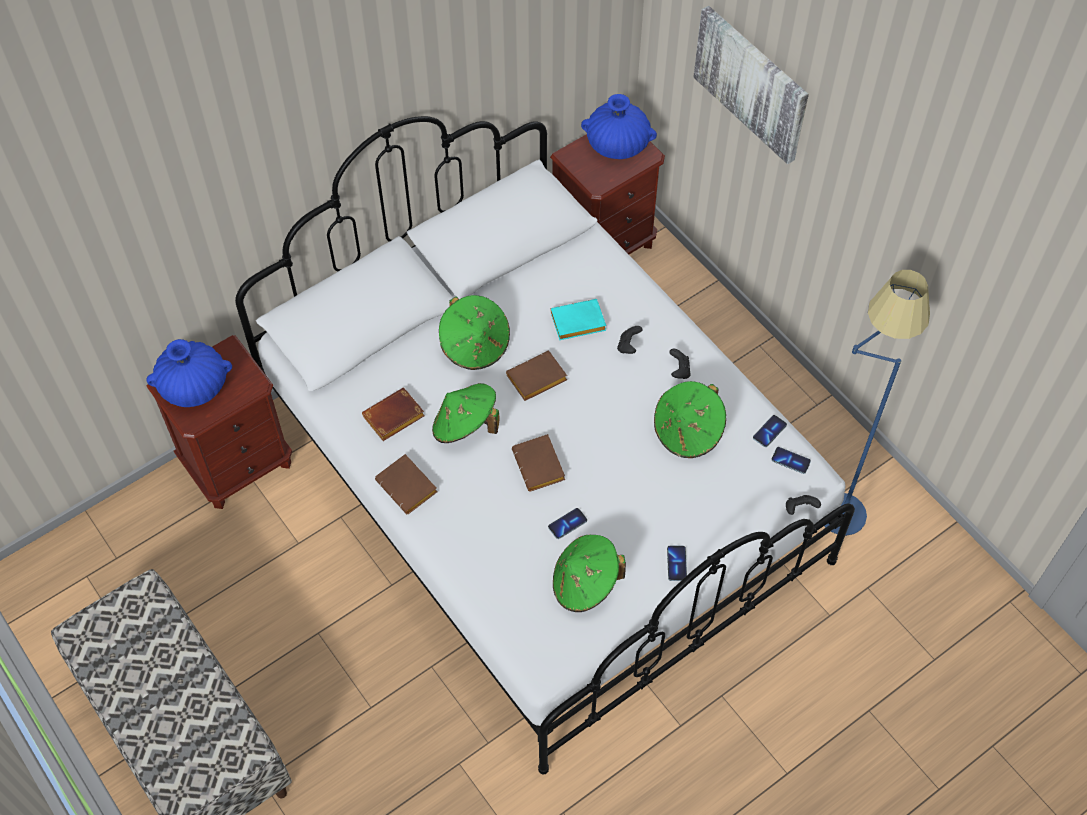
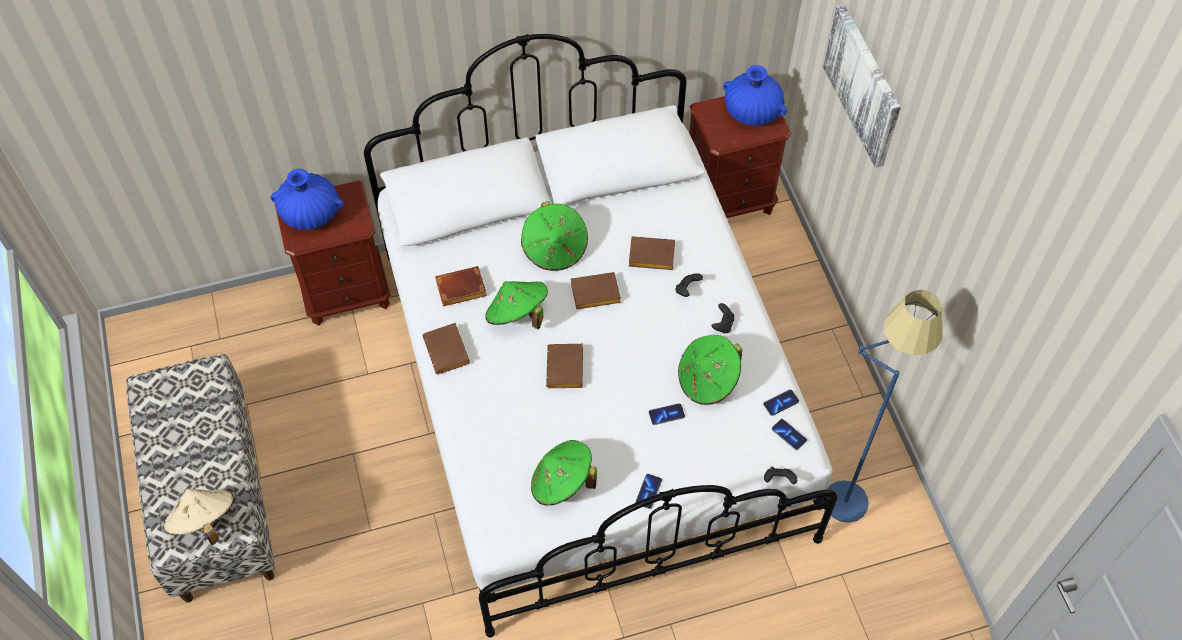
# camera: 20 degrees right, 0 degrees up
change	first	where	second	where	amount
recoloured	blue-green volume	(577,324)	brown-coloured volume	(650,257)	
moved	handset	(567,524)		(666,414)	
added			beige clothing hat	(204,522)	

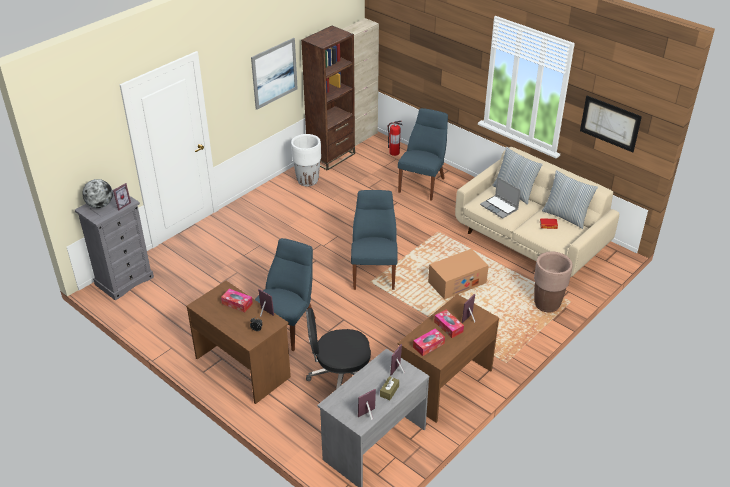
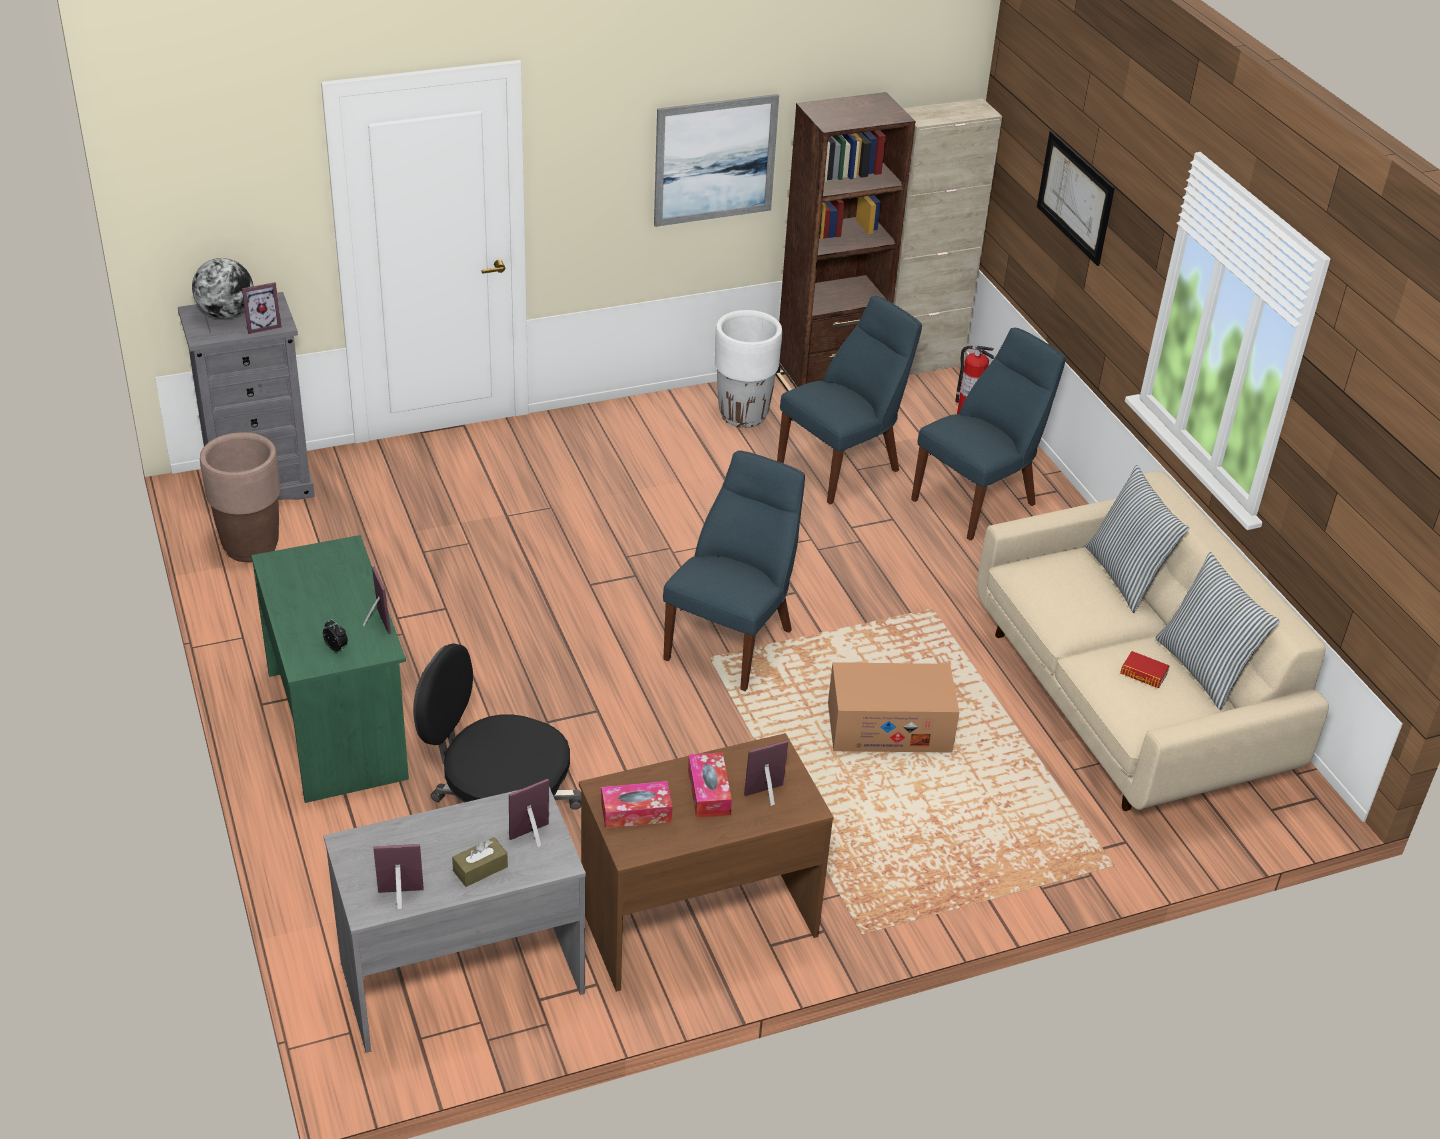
# camera: 25 degrees right, 0 degrees up
change	first	where	second	where	amount
moved	wall picture	(610,123)		(1075,197)	
removed	laptop	(499,207)			
moved	blue-coloured plain chair	(288,326)		(843,466)	
moved	brown-coloured planter	(547,304)		(251,547)	
recoloured	brown-coloured desk table	(243,366)	green-coloured desk table	(339,724)	
removed	tissue box	(237,303)			

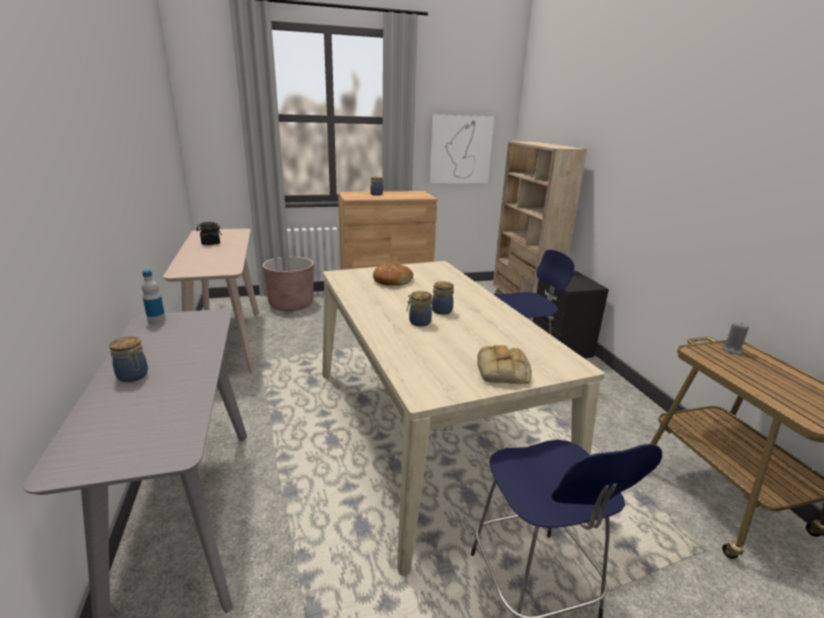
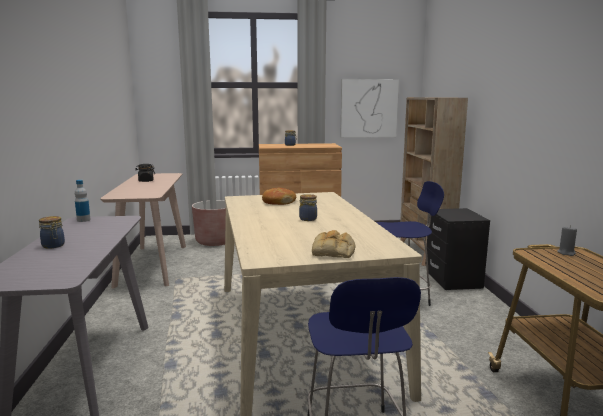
# camera: 10 degrees right, 10 degrees down
change	first	where	second	where	amount
removed	preserve jar	(418,322)			

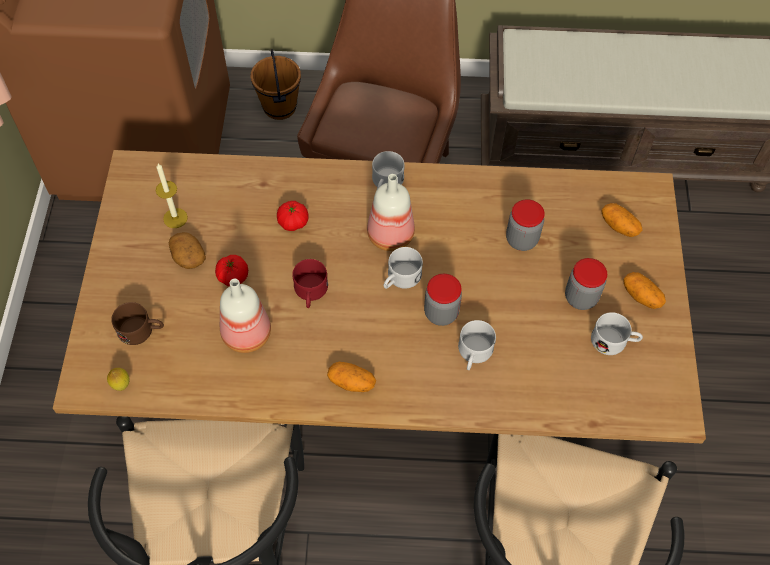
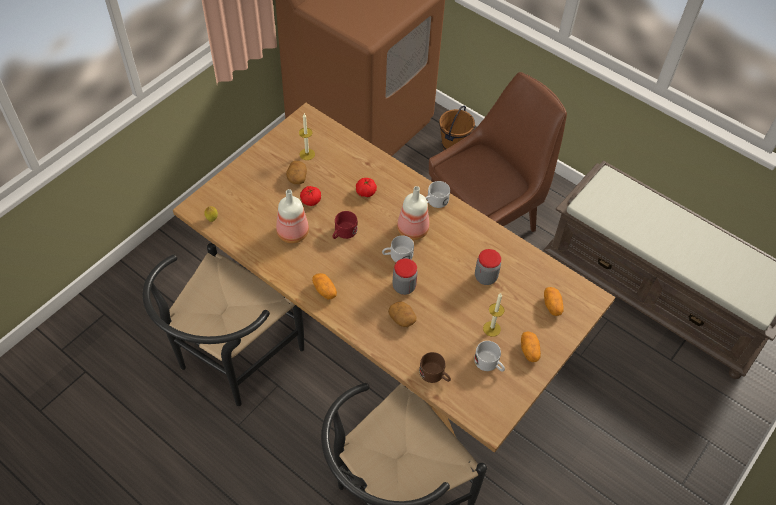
# camera: 35 degrees right, 5 degrees down
change	first	where	second	where	amount
replaced	preserve jar	(581,297)	candle	(491,328)	
moved	brown-coloured coffee mug	(142,331)		(435,375)	
replaced	white-coloured coffee mug	(473,354)	potato	(402,318)	

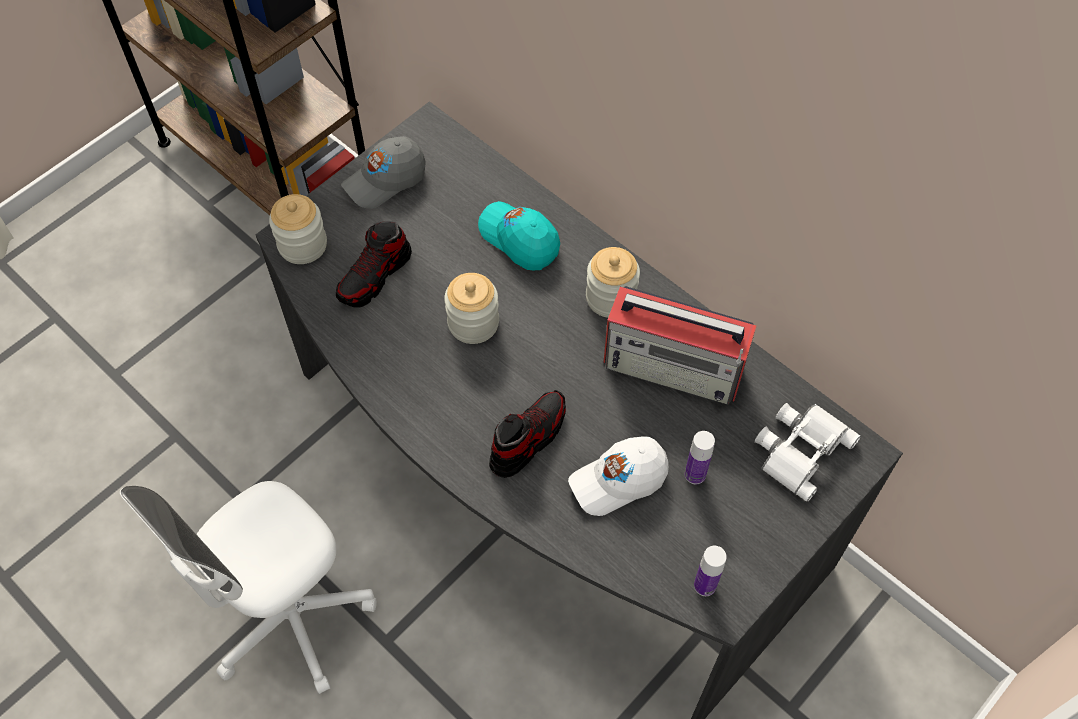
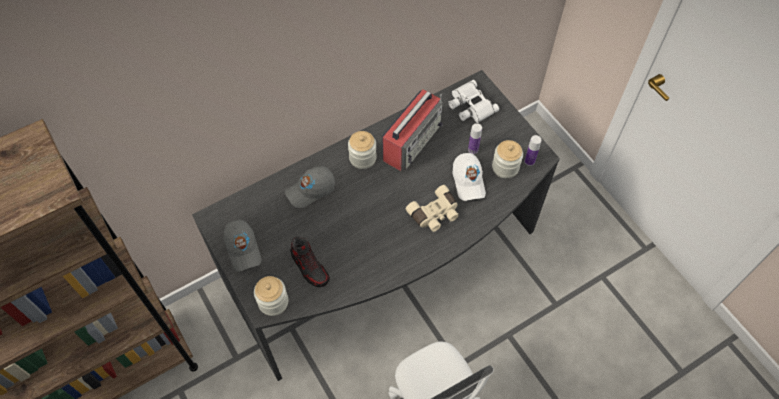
# camera: 75 degrees left, 0 degrees up
change	first	where	second	where	amount
recoloured	blue-green cap	(520,239)	gray cap	(311,190)	
moved	preserve jar	(473,323)		(505,167)	
replaced	item of footwear	(528,438)	beige binoculars	(435,214)	

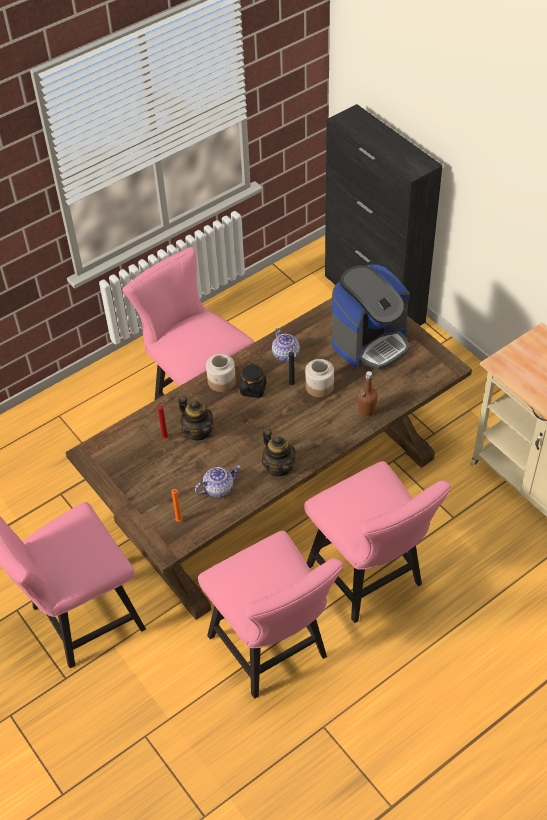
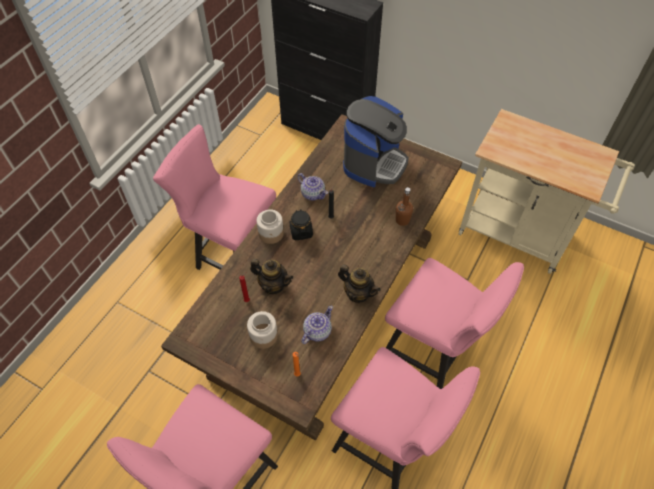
# camera: 25 degrees left, 5 degrees up
change	first	where	second	where	amount
moved	preserve jar	(320,386)		(264,335)	

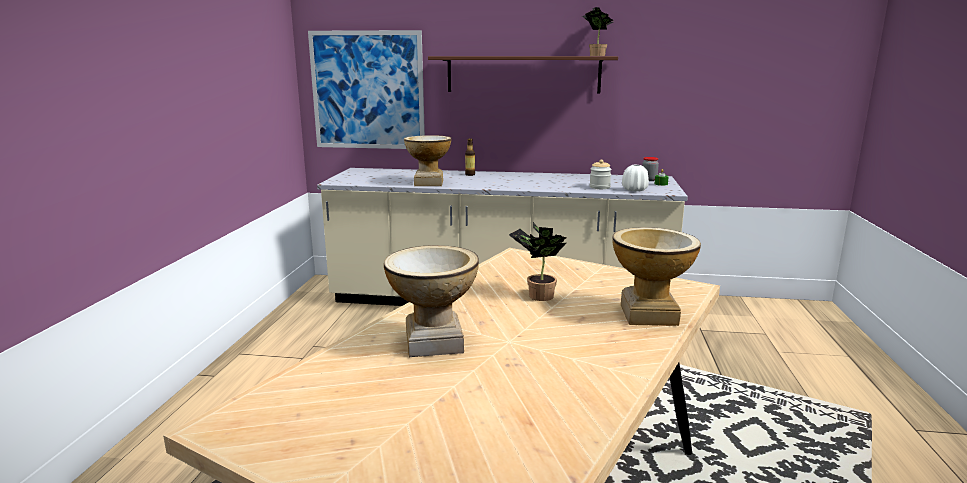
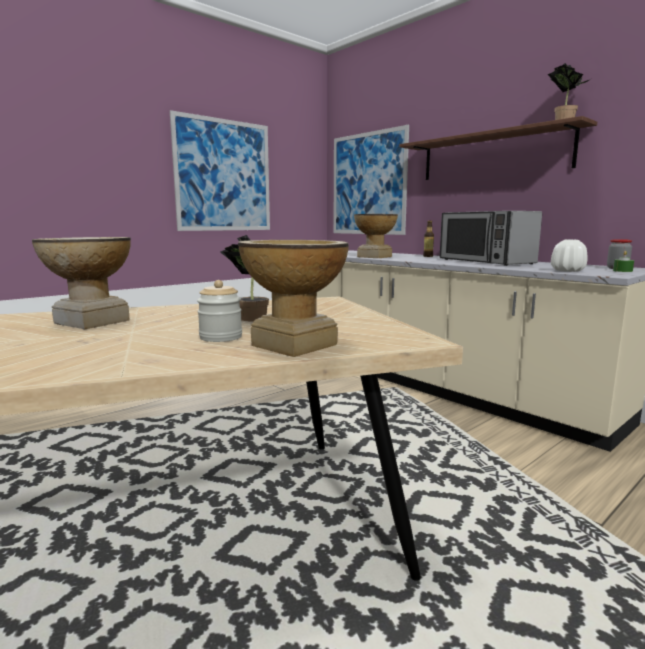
# camera: 40 degrees right, 5 degrees down
change	first	where	second	where	amount
moved	preserve jar	(599,187)		(221,337)	
added			wall picture	(224,176)	
added			kitchen microwave	(485,261)	

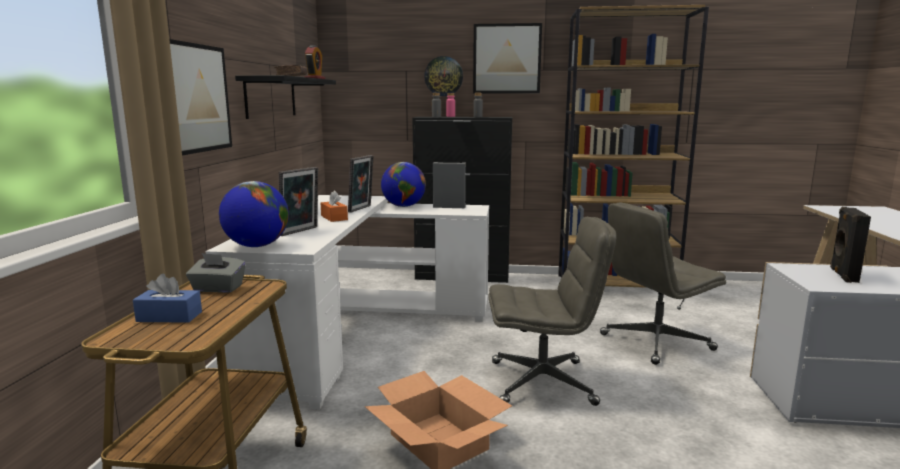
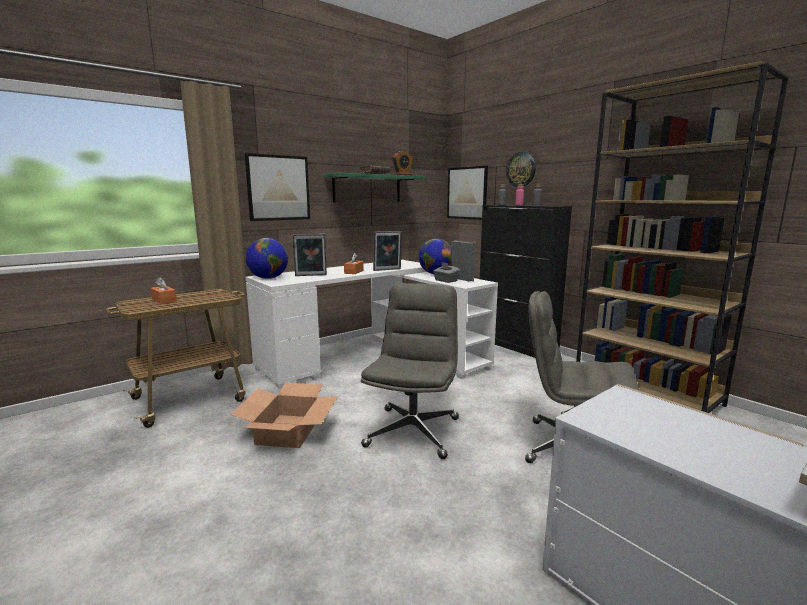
# camera: 45 degrees right, 0 degrees up
change	first	where	second	where	amount
moved	wall picture	(507,59)		(467,193)	
recoloured	black-coloured bracket shelf	(271,97)	green-coloured bracket shelf	(367,188)	
removed	black-coloured speaker	(842,275)			
turned	gray desk chair	(543,382)		(413,431)	120 degrees counterclockwise
moved	gray tissue box	(217,289)		(445,281)	
recoloured	blue-coloured tissue box	(169,317)	orange-coloured tissue box	(164,300)	

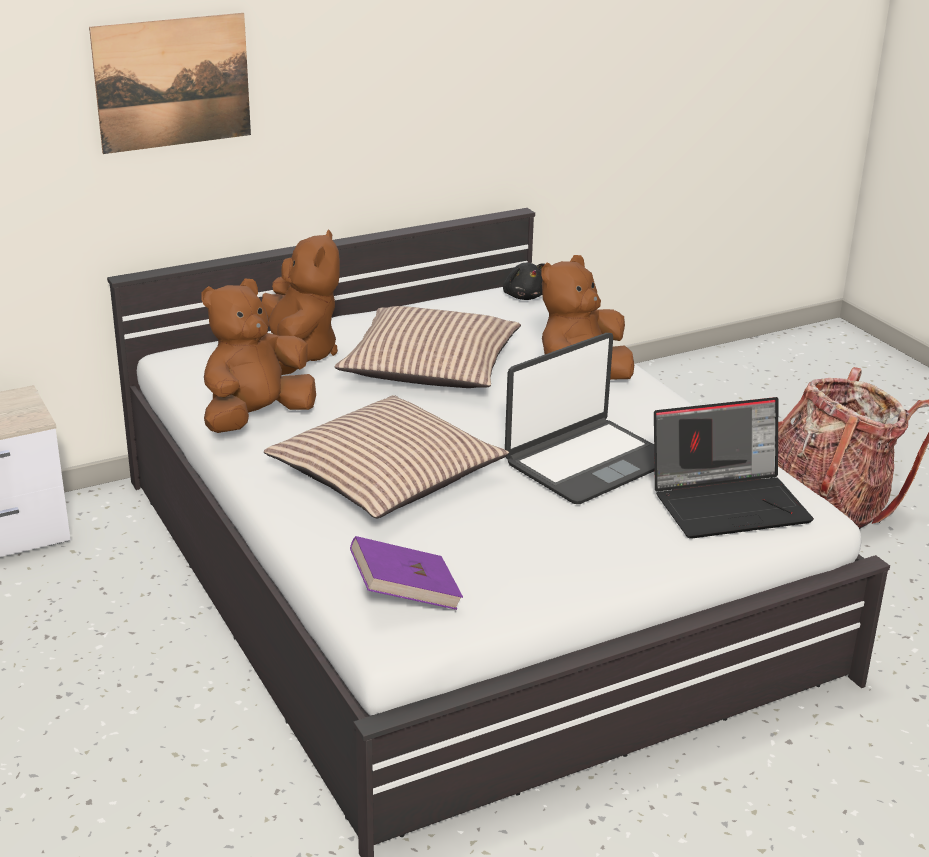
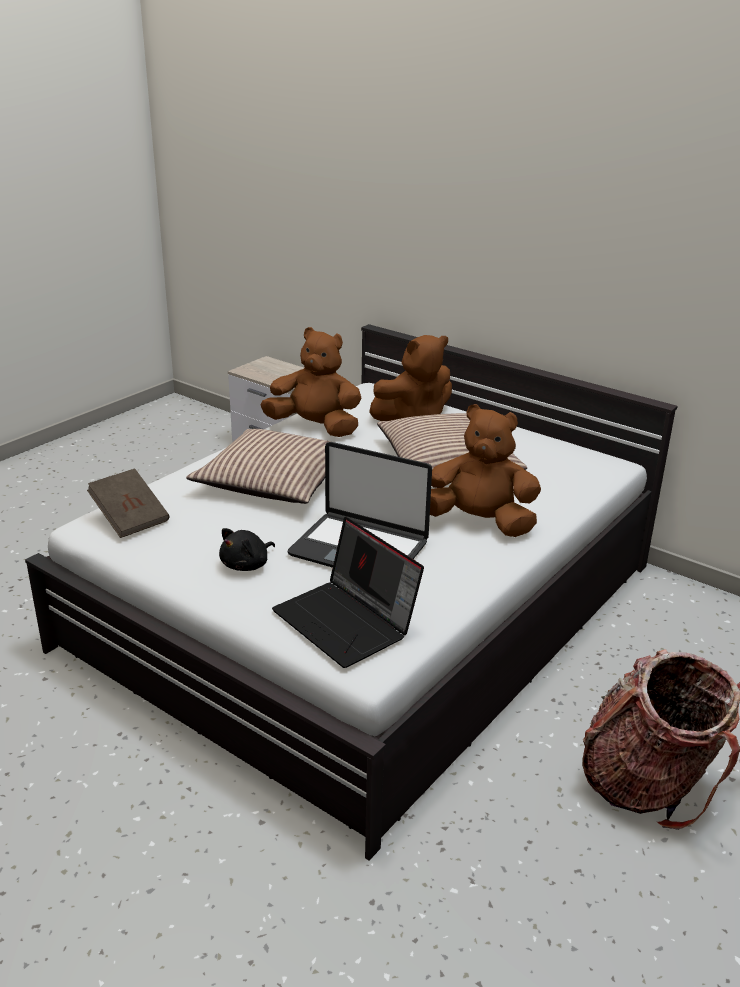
# camera: 65 degrees right, 0 degrees up
change	first	where	second	where	amount
removed	wall picture	(173,82)			
moved	black-coloured soft toy	(524,296)		(247,565)	
recoloured	purple-coloured volume	(405,594)	brown-coloured volume	(130,518)	

